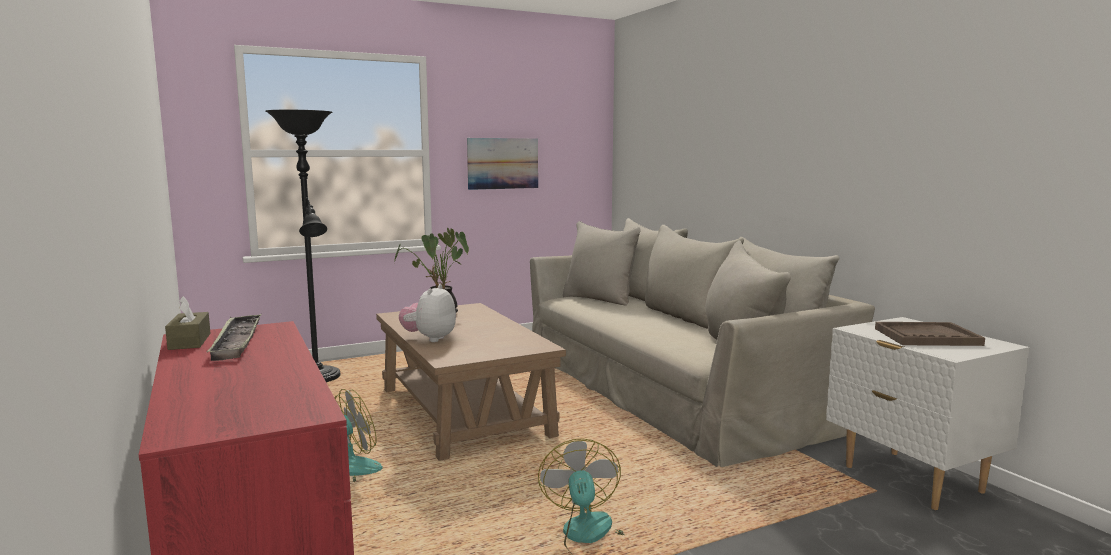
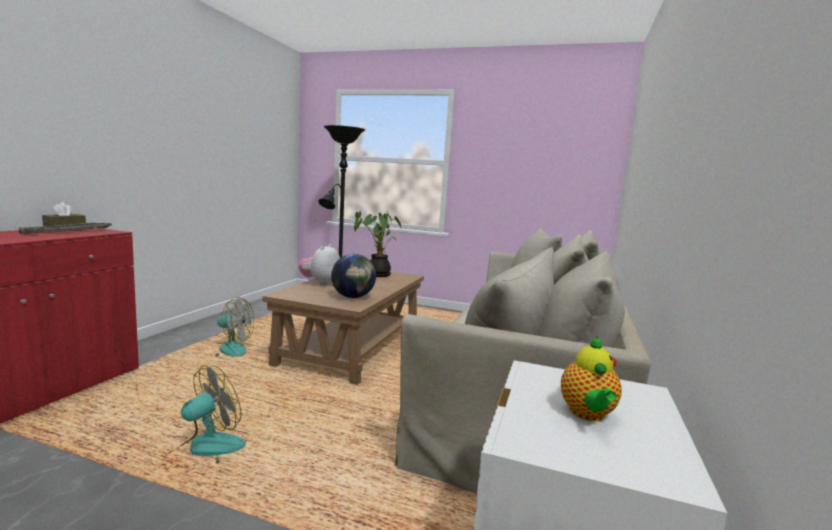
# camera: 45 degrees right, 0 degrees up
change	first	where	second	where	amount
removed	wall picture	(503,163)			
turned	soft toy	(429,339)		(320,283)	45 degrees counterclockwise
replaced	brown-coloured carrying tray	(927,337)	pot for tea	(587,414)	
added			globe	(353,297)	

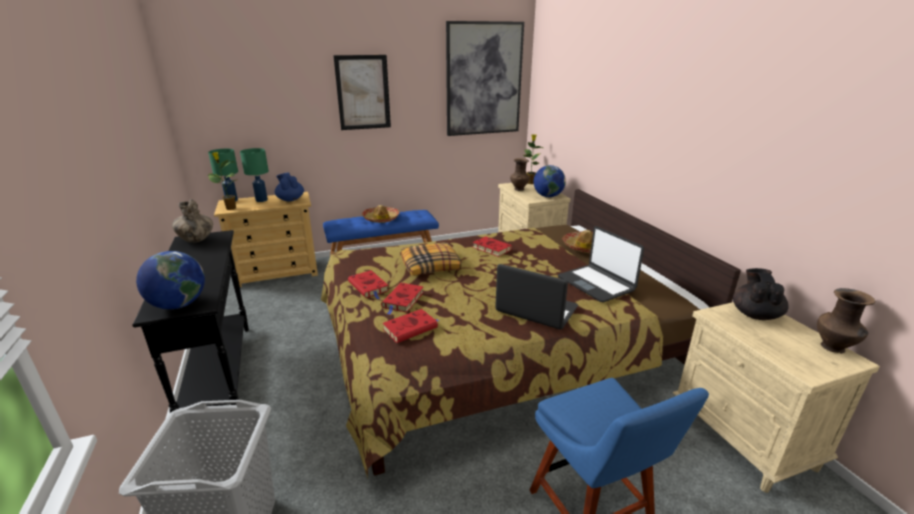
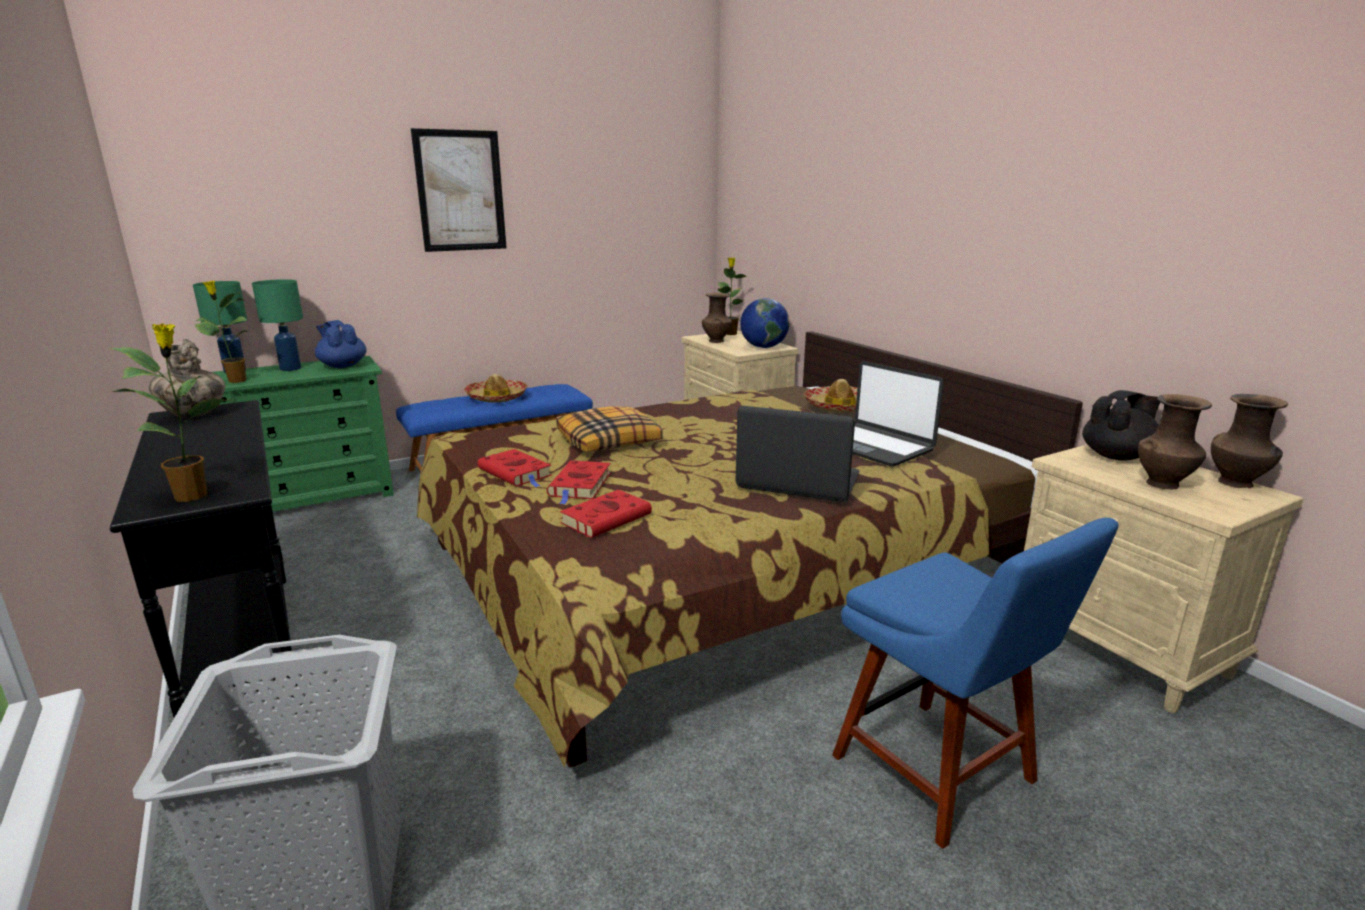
# camera: 10 degrees left, 5 degrees down
change	first	where	second	where	amount
removed	wall picture	(483,79)			
recoloured	beige drawer chest	(277,272)	green-coloured drawer chest	(320,496)	
removed	red-coloured volume	(490,248)			
replaced	globe	(178,305)	potted plant	(193,495)	
turned	black-coloured pot for tea	(755,314)		(1118,456)	60 degrees clockwise
added			brown-coloured vase	(1163,484)	

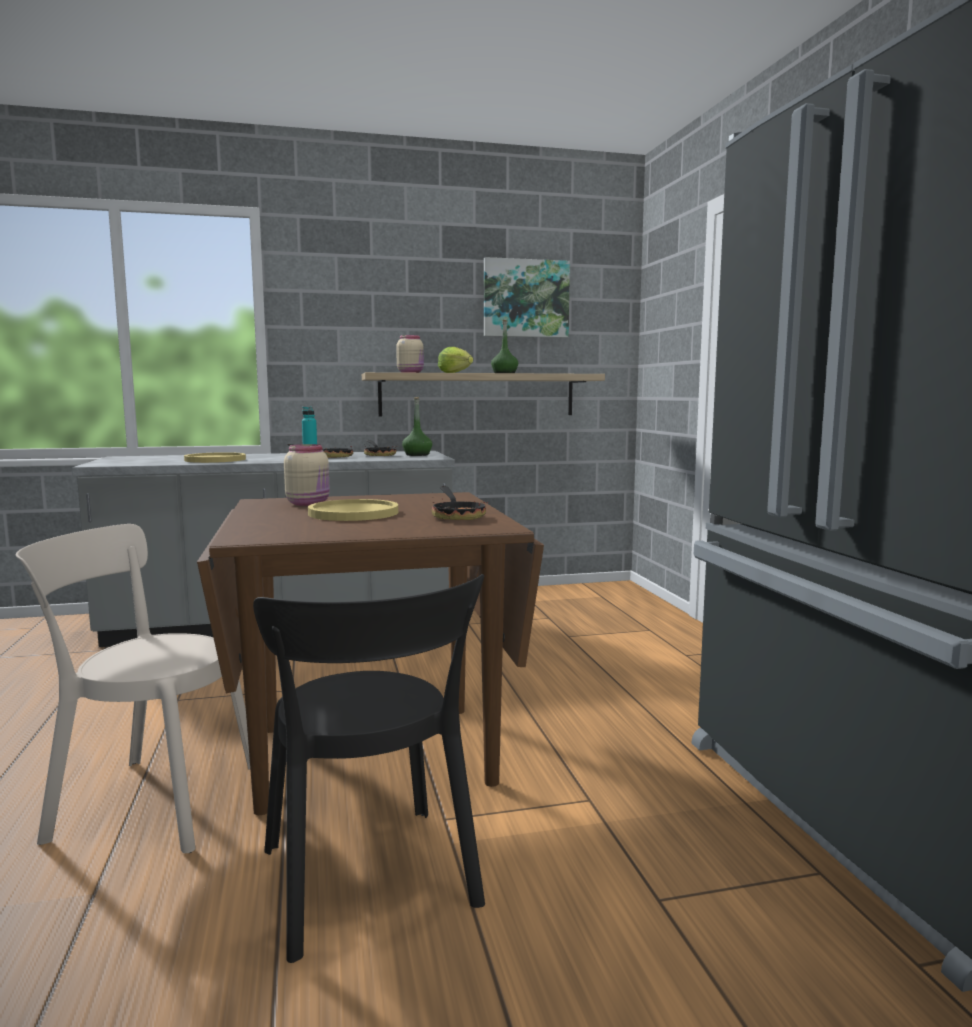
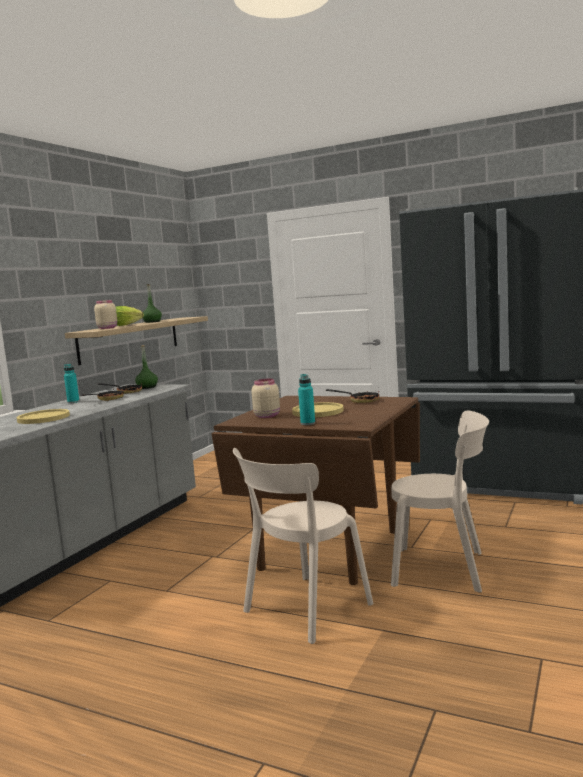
# camera: 50 degrees left, 0 degrees up
change	first	where	second	where	amount
removed	wall picture	(525,298)			
recoloured	black-coloured plain chair	(371,884)	beige plain chair	(444,569)	
added			blue-green drink bottle	(308,423)	

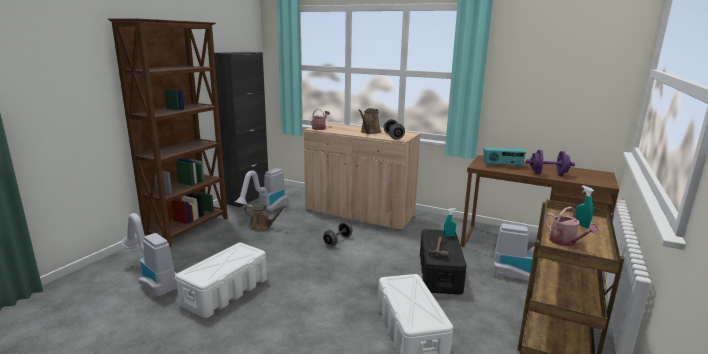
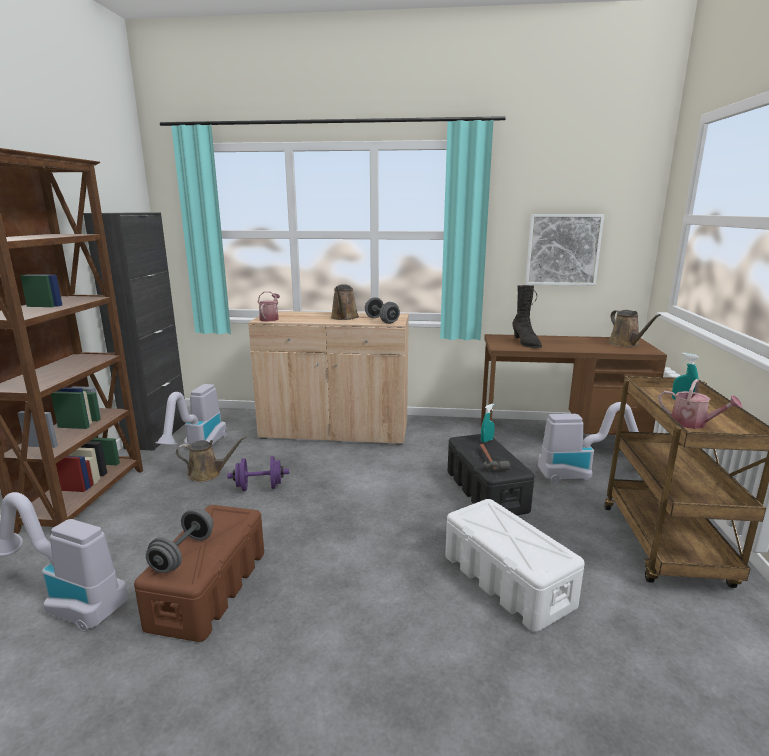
# camera: 20 degrees left, 0 degrees up
change	first	where	second	where	amount
replaced	radio receiver	(502,165)	black-coloured high-top boot	(525,343)	
moved	purple-coloured hand weight	(548,174)		(259,487)	
moved	gray hand weight	(338,241)		(183,554)	
recoloured	white-coloured storage bin	(226,292)	brown-coloured storage bin	(210,588)	
added			wall picture	(562,250)	
added			brown-coloured sprinkling can	(626,344)	

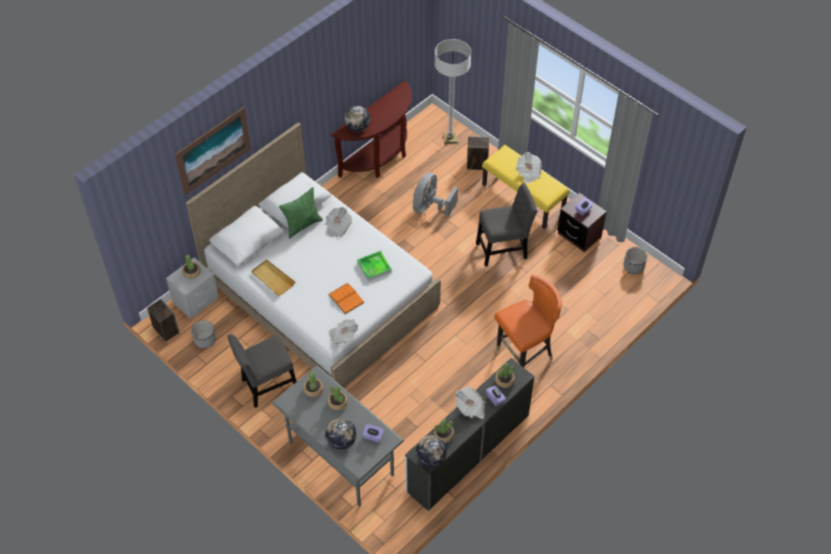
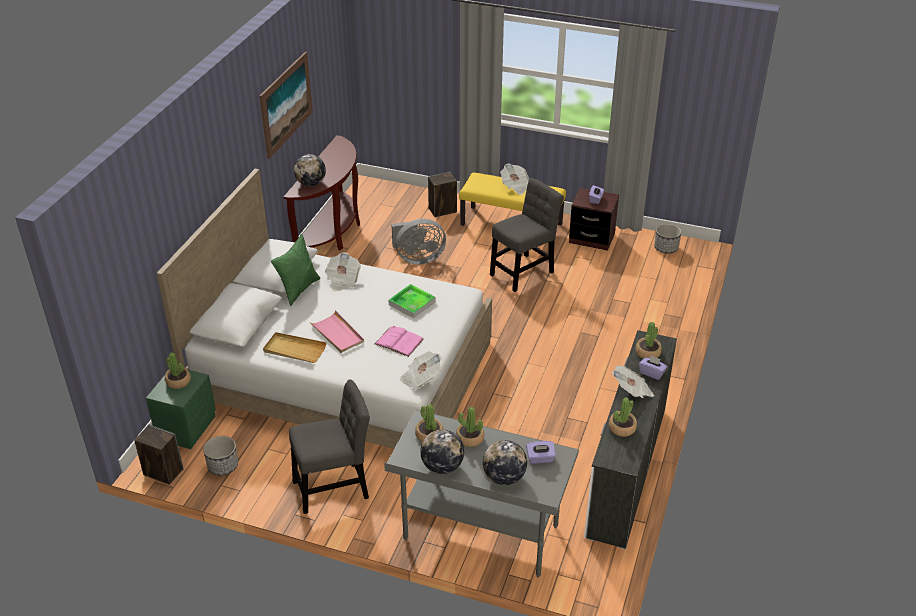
# camera: 25 degrees left, 15 degrees down
change	first	where	second	where	amount
removed	standing lamp	(450,138)			
moved	wall picture	(213,150)		(286,104)	
turned	gray cooling fan	(430,207)		(418,258)	105 degrees counterclockwise
recoloured	gray nightstand	(195,300)	green-coloured nightstand	(186,428)	
removed	orange-coloured plain chair	(524,356)			
recoloured	orange-coloured volume	(346,298)	pink-coloured volume	(399,341)	
turned	gray plain chair	(267,386)		(335,487)	150 degrees counterclockwise
moved	globe	(431,458)		(442,466)	
added			pink-coloured carrying tray	(337,334)	

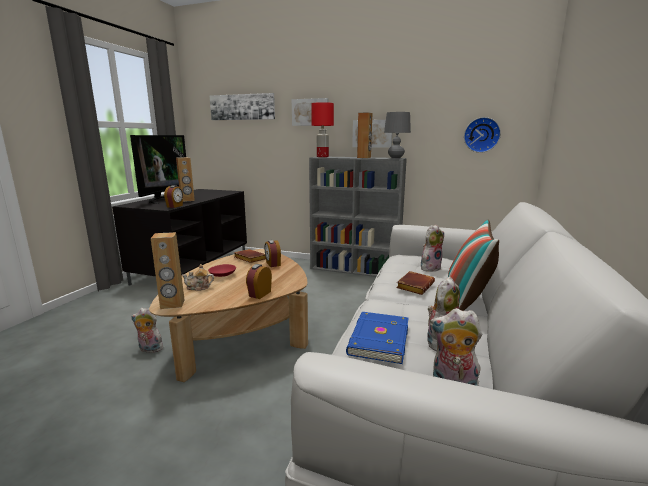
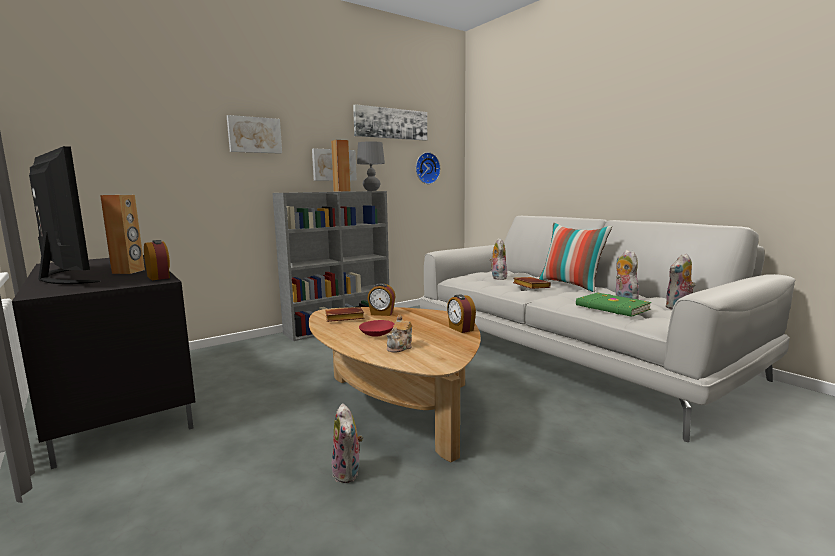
# camera: 55 degrees left, 5 degrees down
change	first	where	second	where	amount
moved	wall picture	(242,107)		(391,123)	
removed	red-coloured table lamp	(323,157)			
removed	brown-coloured speaker	(172,304)			
turned	soft toy	(149,349)		(348,473)	60 degrees counterclockwise
recoloured	blue-coloured volume	(377,339)	green-coloured volume	(612,308)	

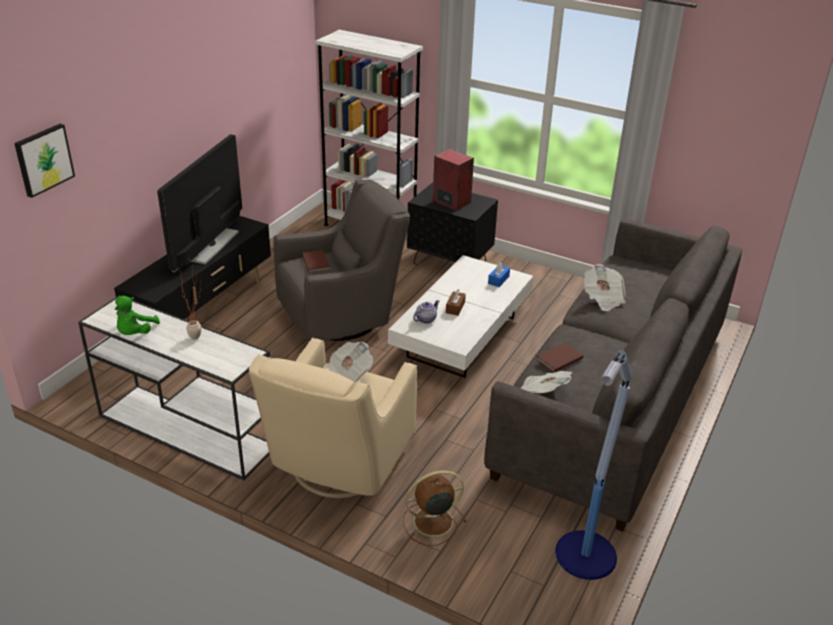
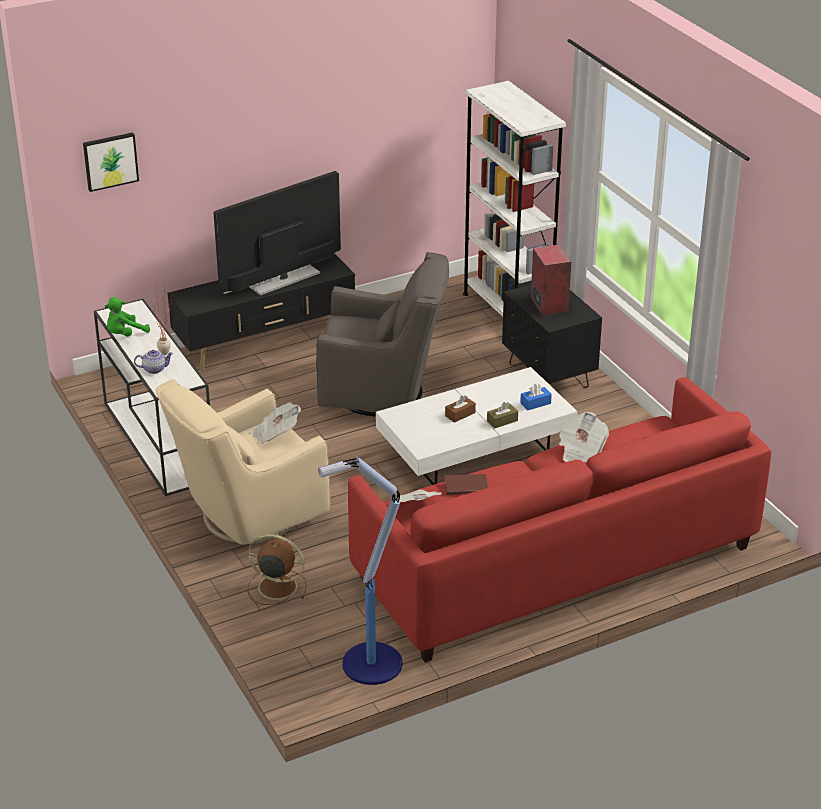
# camera: 35 degrees right, 0 degrees up
change	first	where	second	where	amount
recoloured	gray couch	(614,400)	red-coloured couch	(555,562)	
removed	brown-coloured volume	(316,262)			
moved	pot for tea	(425,319)		(154,369)	
added			brown-coloured tissue box	(502,421)	

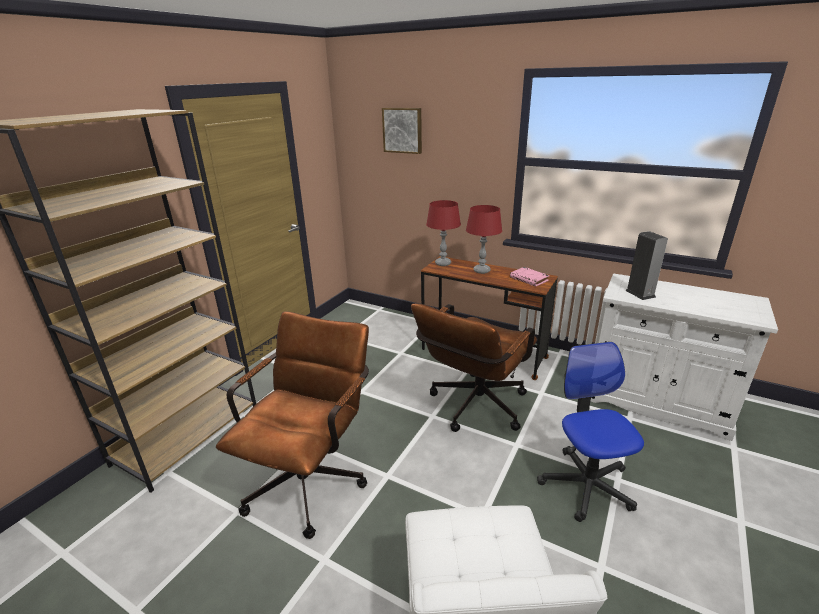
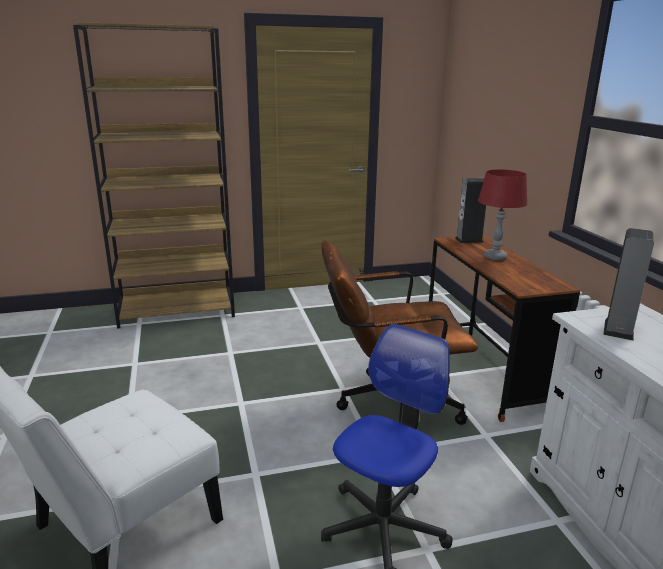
# camera: 45 degrees right, 5 degrees down
change	first	where	second	where	amount
removed	wall picture	(403,130)			
replaced	red-coloured table lamp	(443,263)	speaker	(469,240)	
removed	pink-coloured volume	(529,279)			
removed	brown-coloured desk chair	(311,477)			

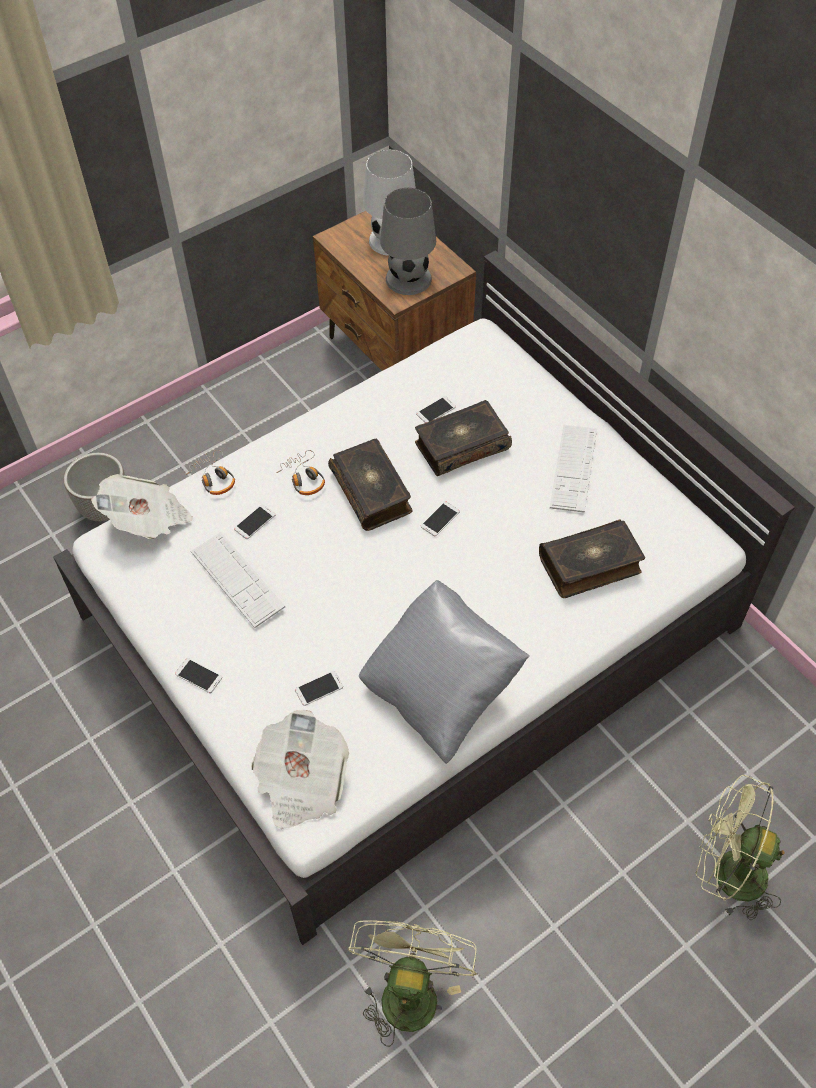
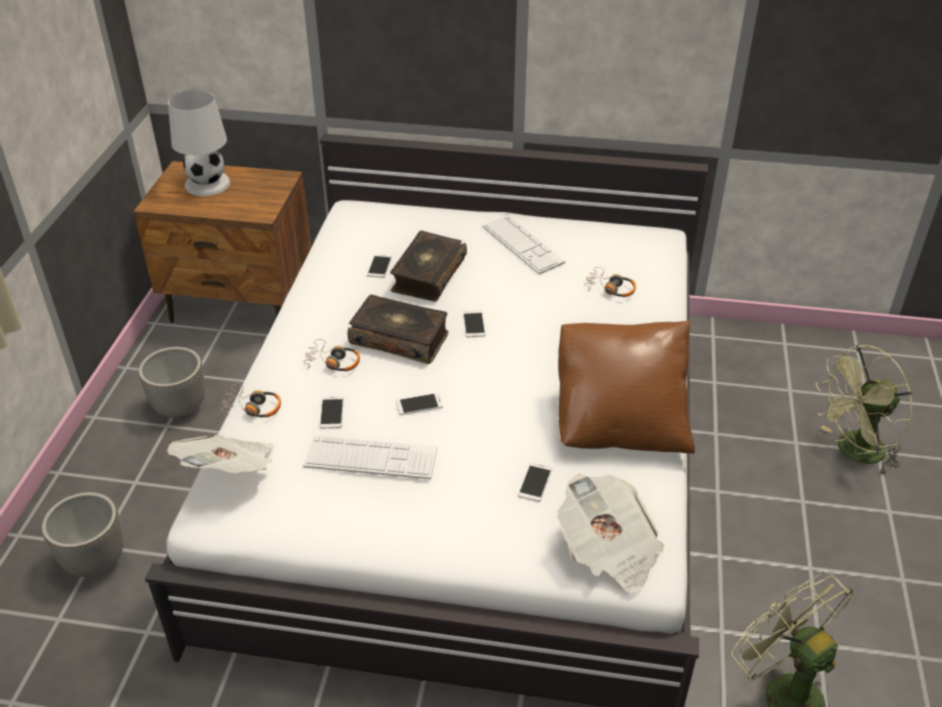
# camera: 45 degrees left, 15 degrees down
change	first	where	second	where	amount
removed	gray table lamp	(409,279)			
replaced	volume	(590,565)	pair of headphones	(609,288)	
recoloured	gray cushion	(441,690)	brown-coloured cushion	(620,420)	
moved	handset	(198,676)		(419,404)	
added			planter	(180,408)	

